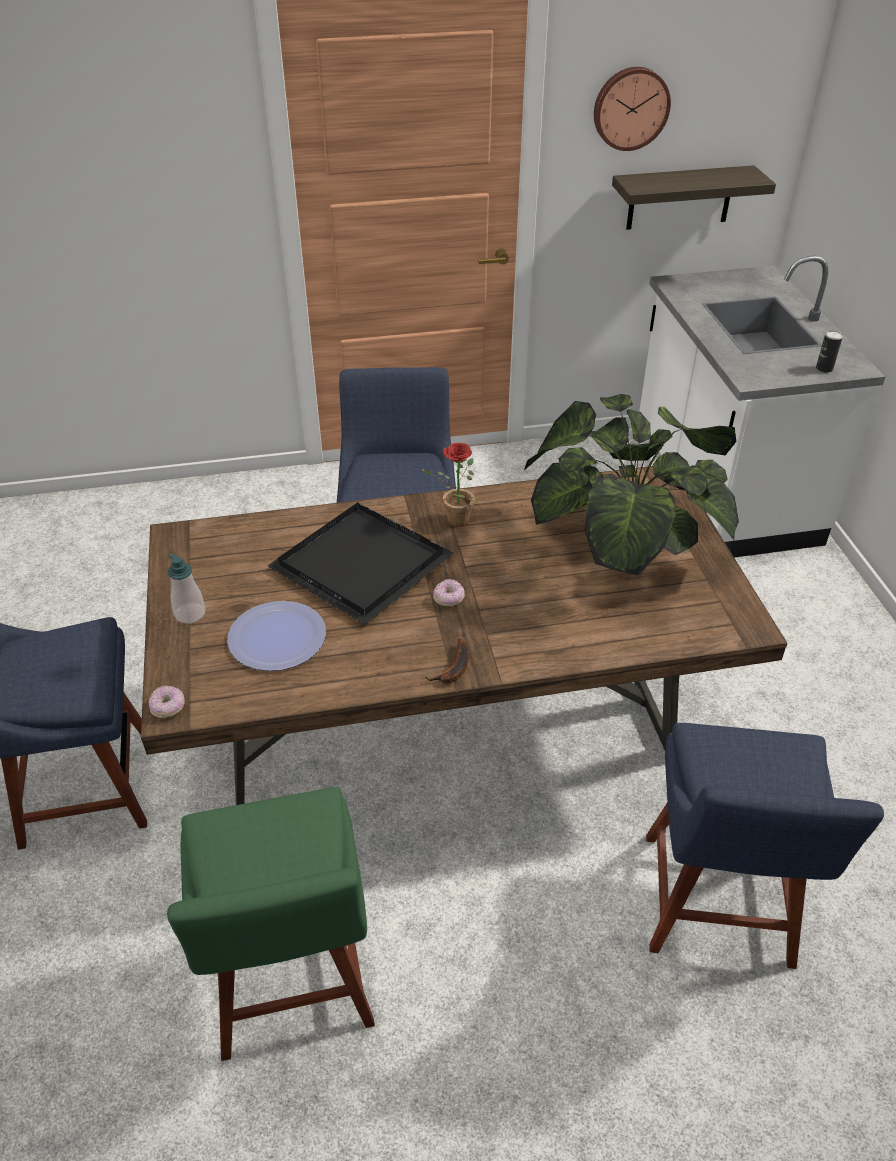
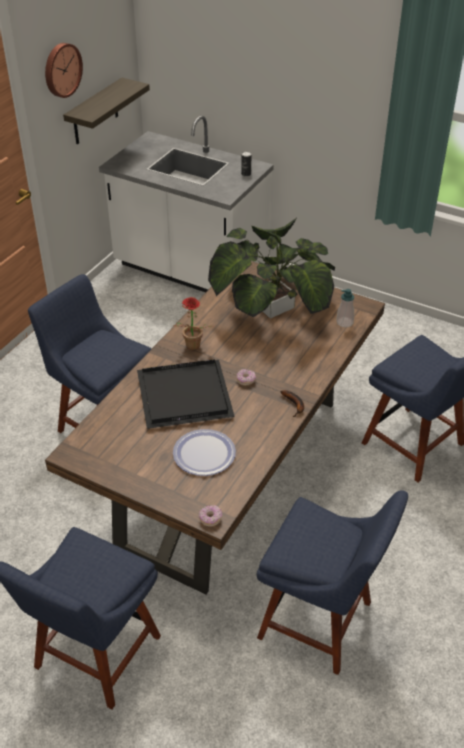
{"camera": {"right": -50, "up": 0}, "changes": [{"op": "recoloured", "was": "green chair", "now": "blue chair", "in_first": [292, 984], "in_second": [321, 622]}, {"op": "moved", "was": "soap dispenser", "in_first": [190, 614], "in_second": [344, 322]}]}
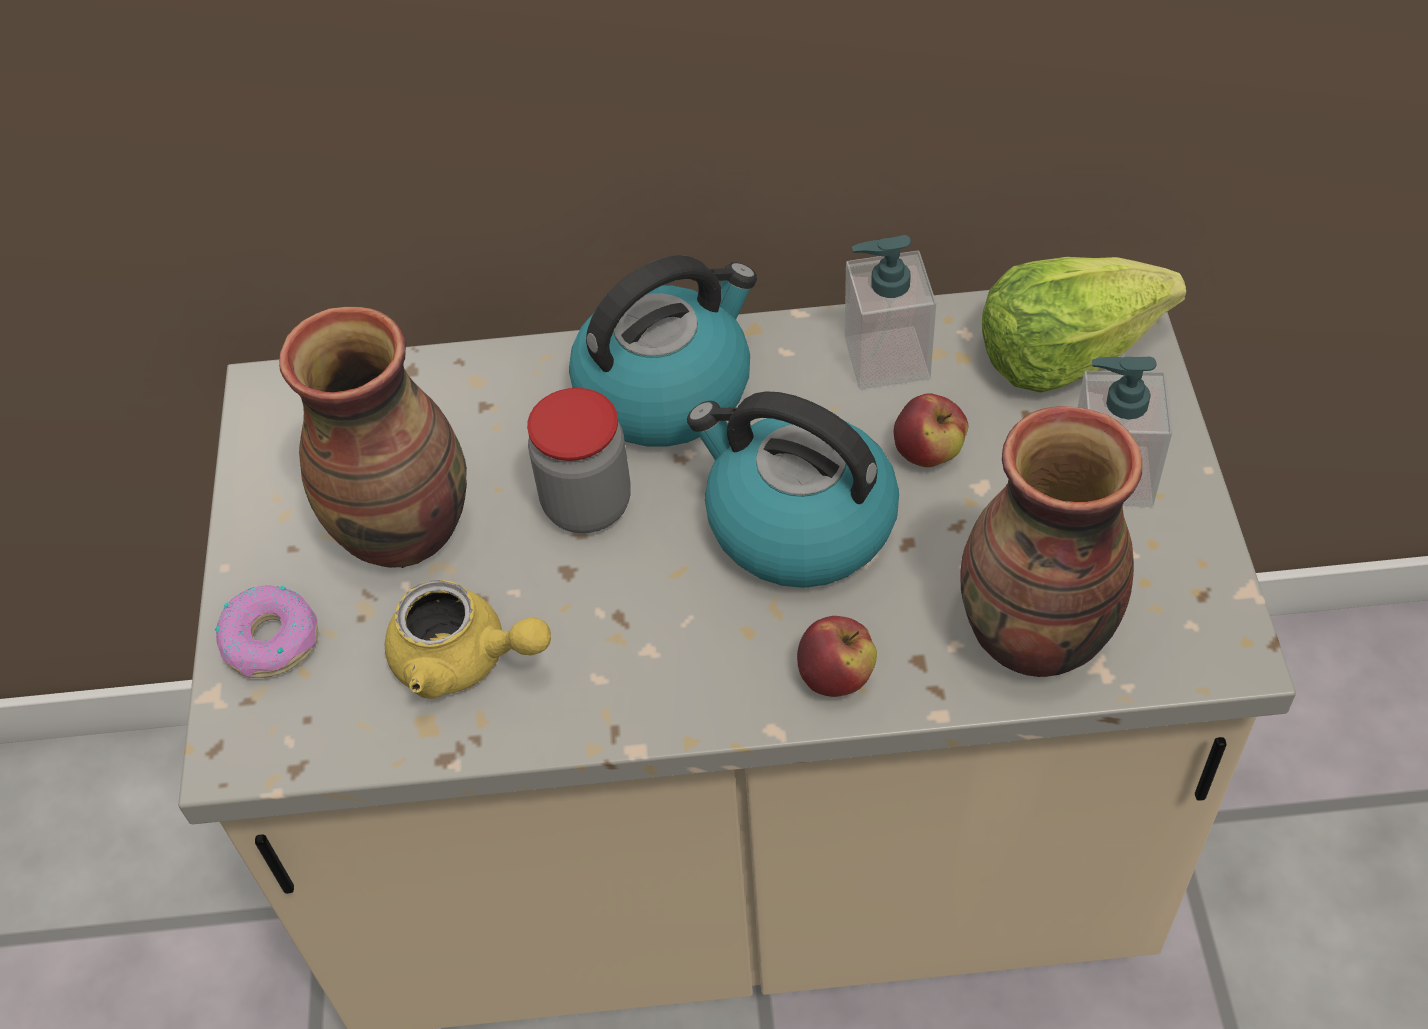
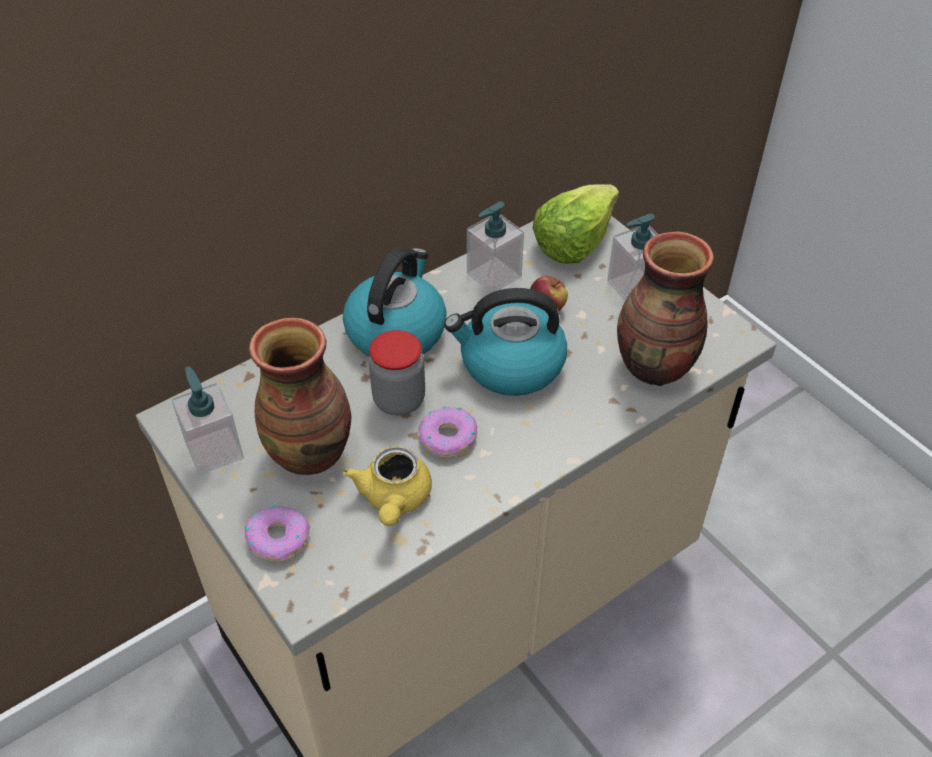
{"camera": {"right": -35, "up": -5}, "changes": [{"op": "added", "now": "soap dispenser", "in_second": [214, 450]}, {"op": "turned", "was": "yellow teapot", "in_first": [464, 660], "in_second": [394, 499], "clockwise": 105}, {"op": "added", "now": "donut", "in_second": [448, 438]}, {"op": "removed", "was": "apple", "in_first": [836, 677]}]}
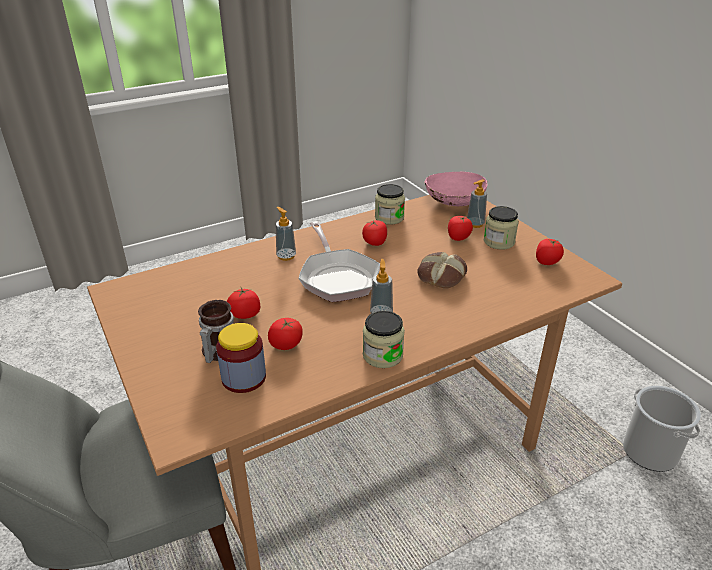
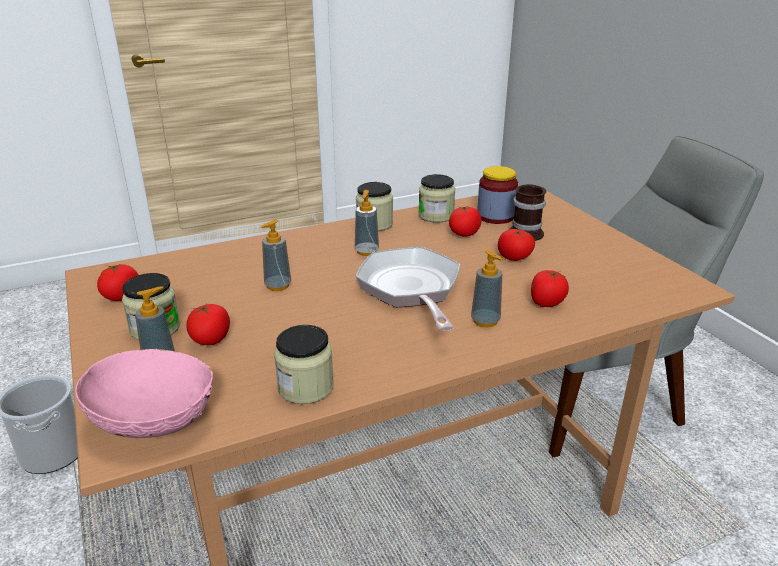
{"camera": {"right": -175, "up": -5}, "changes": [{"op": "replaced", "was": "bread", "now": "soap dispenser", "in_first": [440, 275], "in_second": [278, 286]}, {"op": "added", "now": "jar", "in_second": [436, 215]}, {"op": "moved", "was": "tomato", "in_first": [375, 243], "in_second": [546, 302]}]}
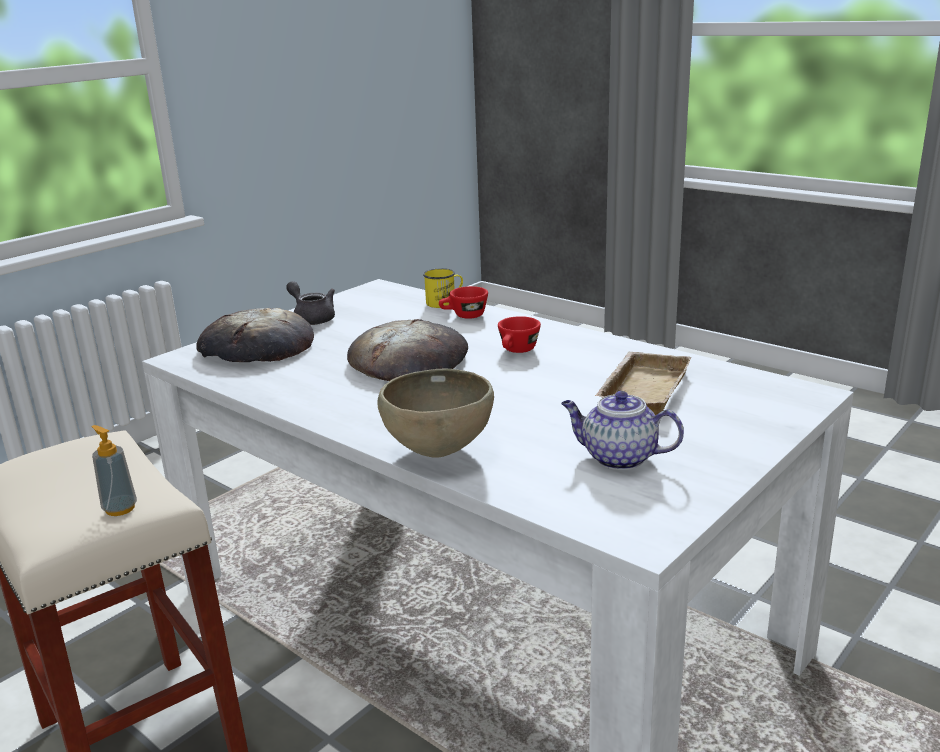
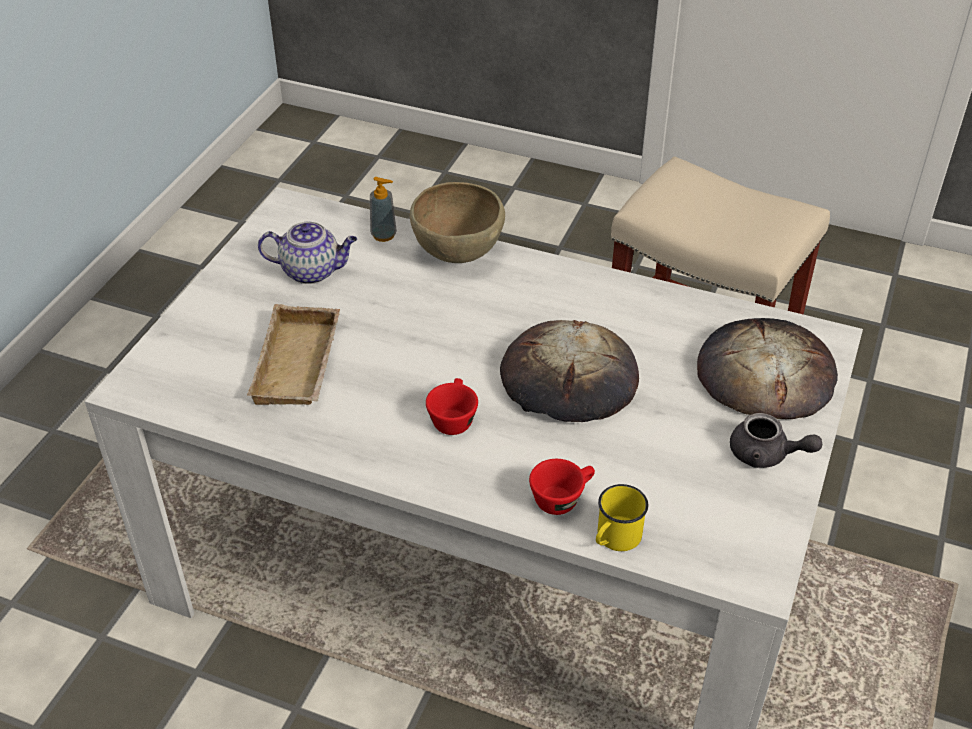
{"camera": {"right": 160, "up": 20}, "changes": [{"op": "moved", "was": "soap dispenser", "in_first": [120, 508], "in_second": [383, 235]}]}
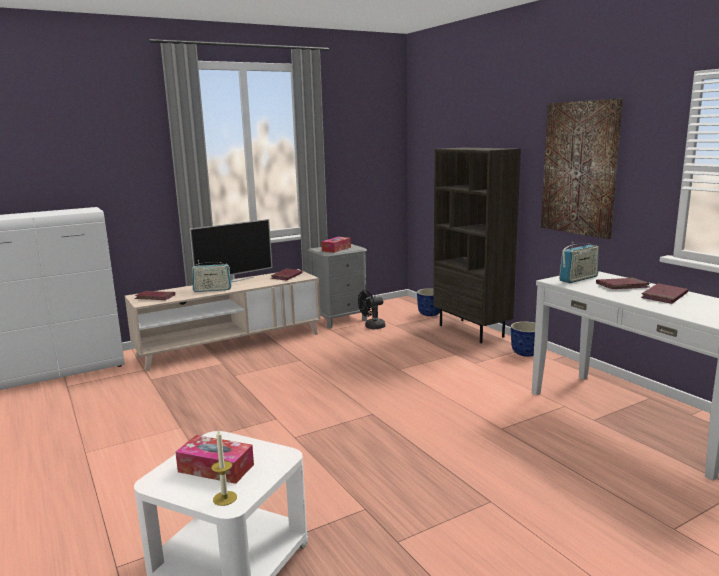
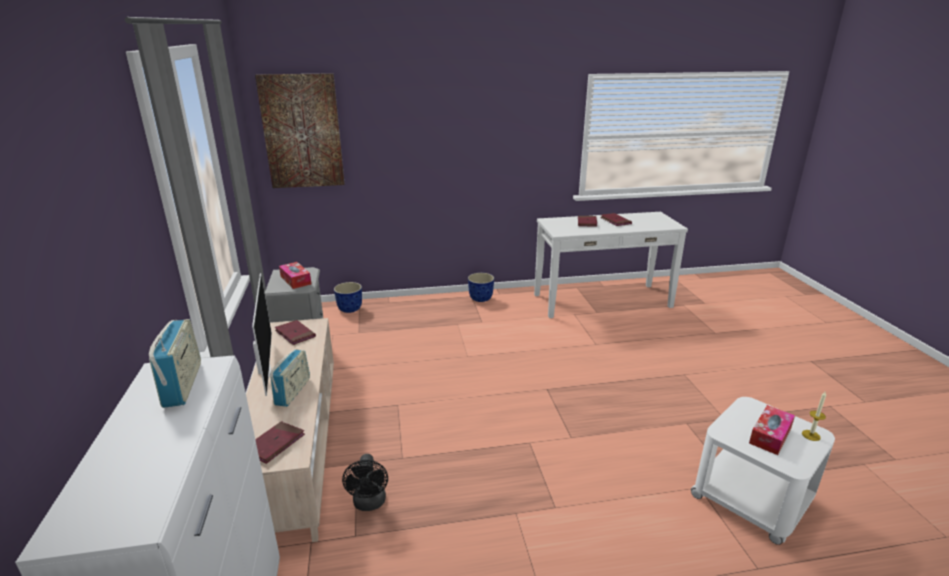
{"camera": {"right": -70, "up": 10}, "changes": [{"op": "moved", "was": "radio", "in_first": [578, 279], "in_second": [183, 384]}, {"op": "moved", "was": "picture", "in_first": [580, 168], "in_second": [302, 132]}, {"op": "moved", "was": "black fan", "in_first": [372, 327], "in_second": [369, 504]}, {"op": "removed", "was": "brown bookcase", "in_first": [472, 331]}]}
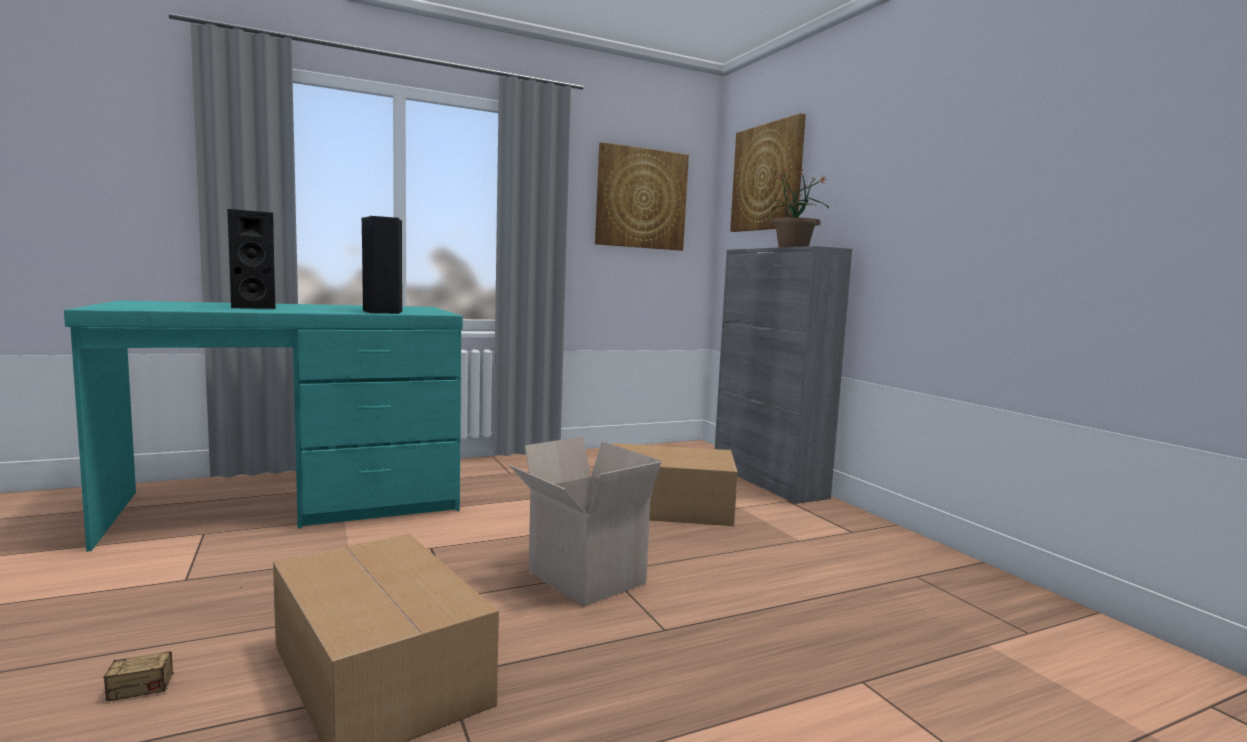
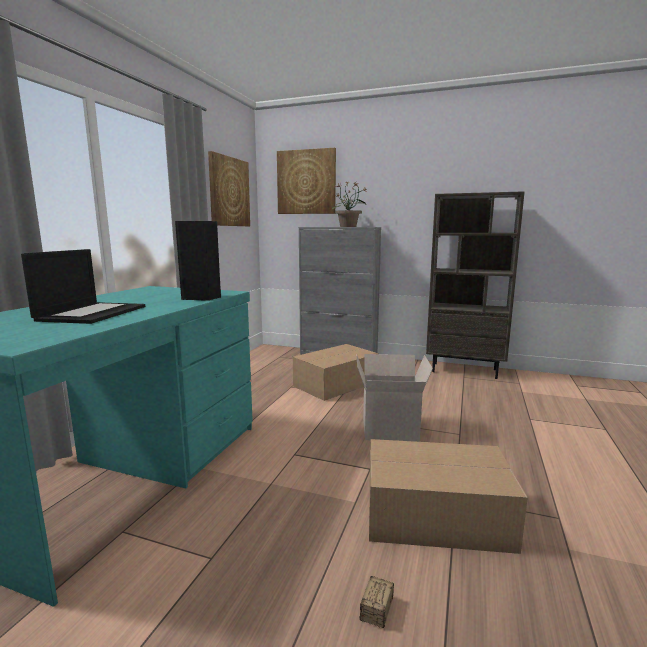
{"camera": {"right": -45, "up": 5}, "changes": [{"op": "replaced", "was": "black speaker", "now": "laptop", "in_first": [252, 307], "in_second": [92, 313]}, {"op": "added", "now": "brown bookcase", "in_second": [465, 370]}]}
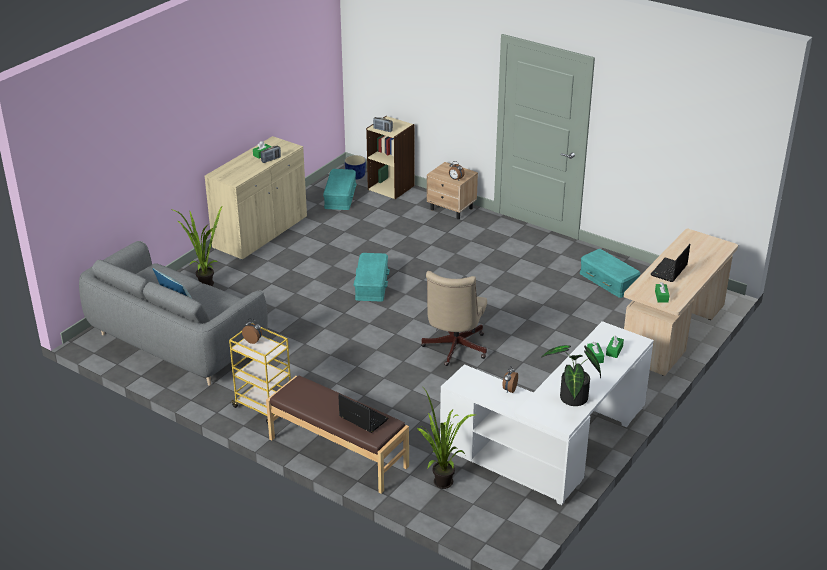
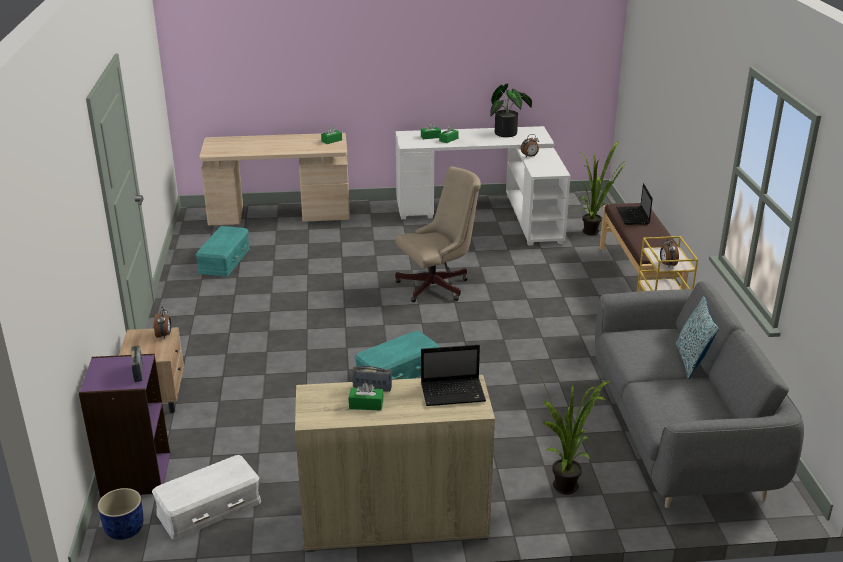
{"camera": {"right": -130, "up": -5}, "changes": [{"op": "recoloured", "was": "beige bookcase", "now": "purple bookcase", "in_first": [391, 187], "in_second": [135, 474]}, {"op": "recoloured", "was": "turquoise storage box", "now": "white storage box", "in_first": [340, 196], "in_second": [209, 507]}, {"op": "moved", "was": "laptop", "in_first": [669, 271], "in_second": [454, 393]}]}
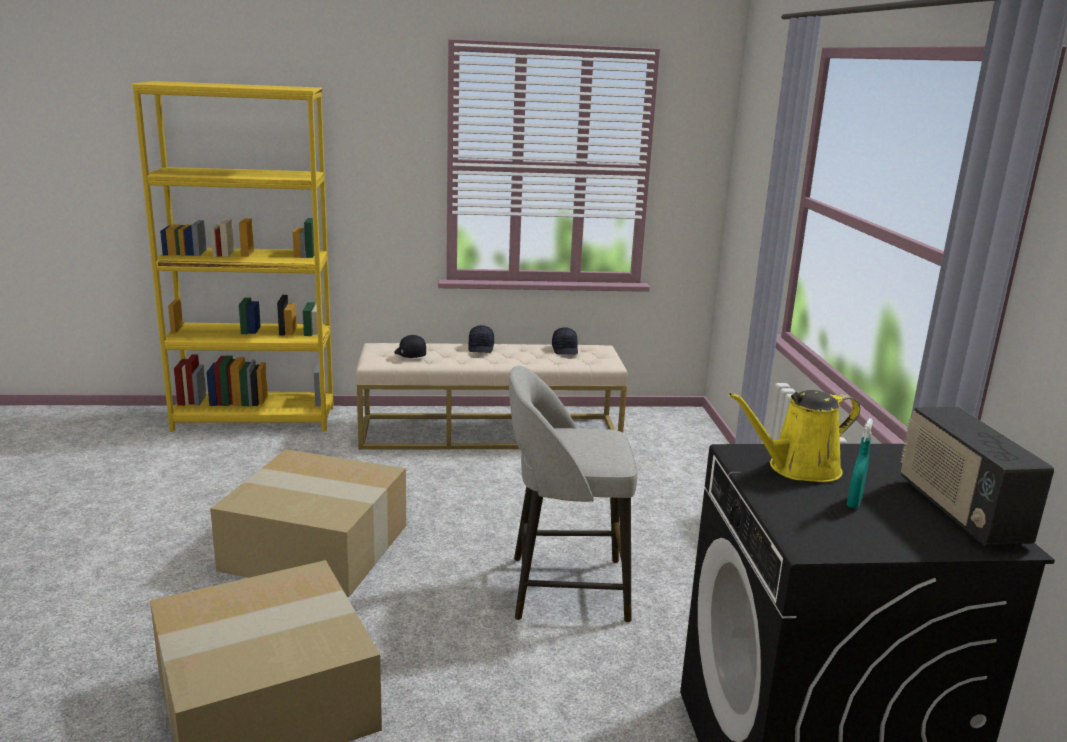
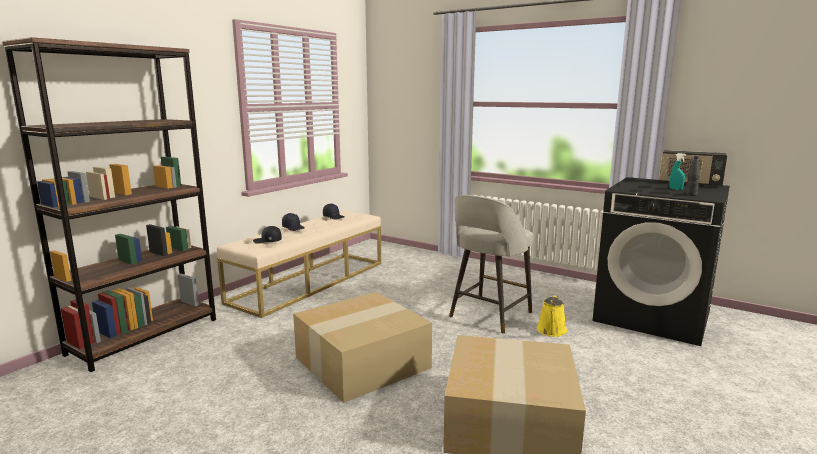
{"camera": {"right": -50, "up": -5}, "changes": [{"op": "recoloured", "was": "yellow bookcase", "now": "brown bookcase", "in_first": [255, 419], "in_second": [145, 336]}, {"op": "moved", "was": "yellow watering can", "in_first": [798, 469], "in_second": [551, 331]}, {"op": "added", "now": "black bottle", "in_second": [691, 195]}]}
